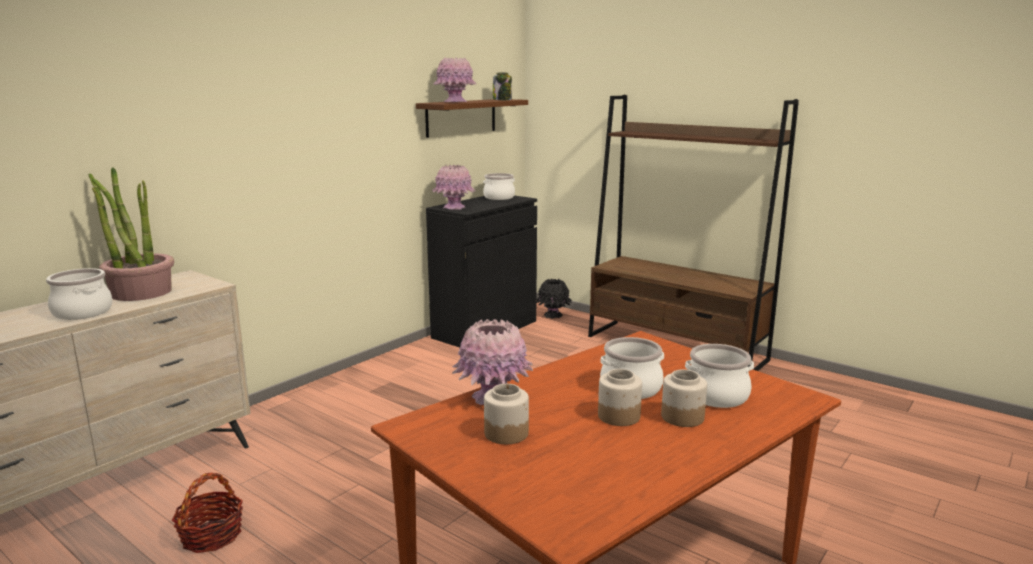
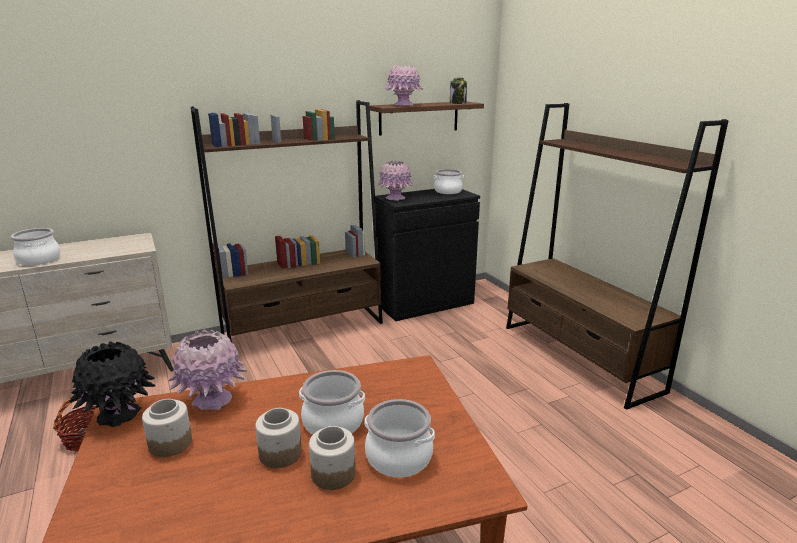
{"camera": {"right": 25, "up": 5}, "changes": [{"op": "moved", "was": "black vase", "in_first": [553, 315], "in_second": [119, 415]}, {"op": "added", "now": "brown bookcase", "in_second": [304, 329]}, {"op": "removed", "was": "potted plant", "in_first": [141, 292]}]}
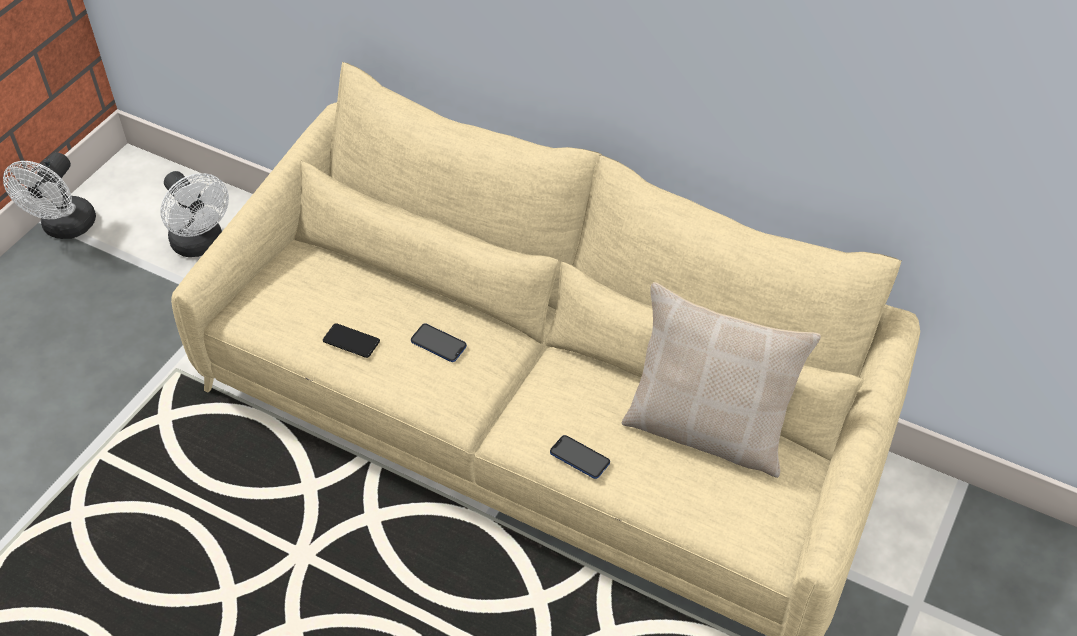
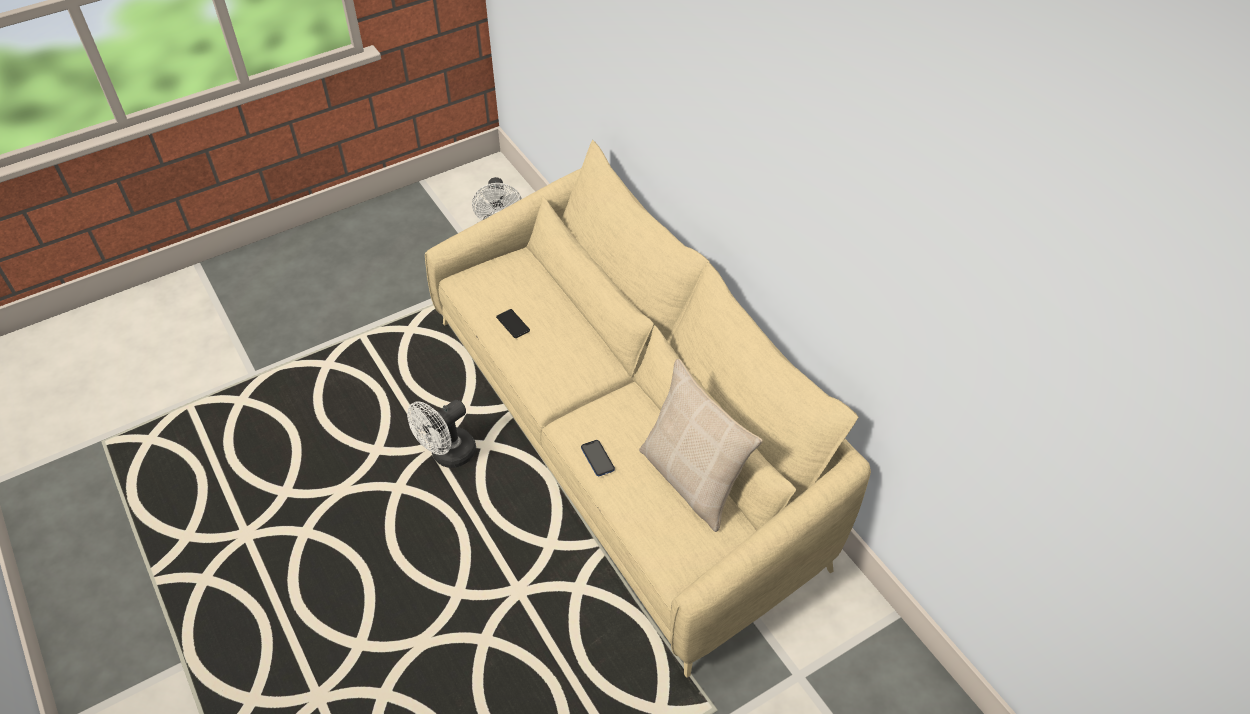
{"camera": {"right": 30, "up": 0}, "changes": [{"op": "moved", "was": "white fan", "in_first": [65, 228], "in_second": [447, 455]}, {"op": "removed", "was": "phone", "in_first": [438, 344]}]}
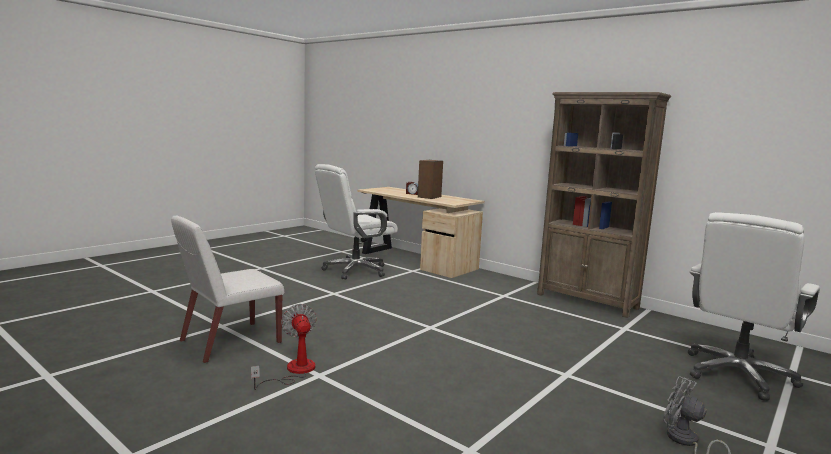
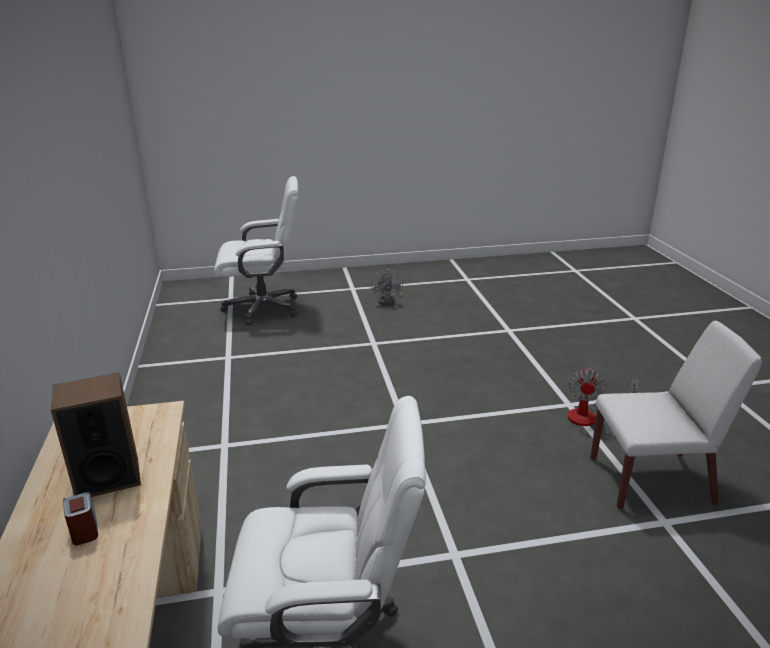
{"camera": {"right": -140, "up": 15}, "changes": [{"op": "removed", "was": "brown bookcase", "in_first": [587, 301]}]}
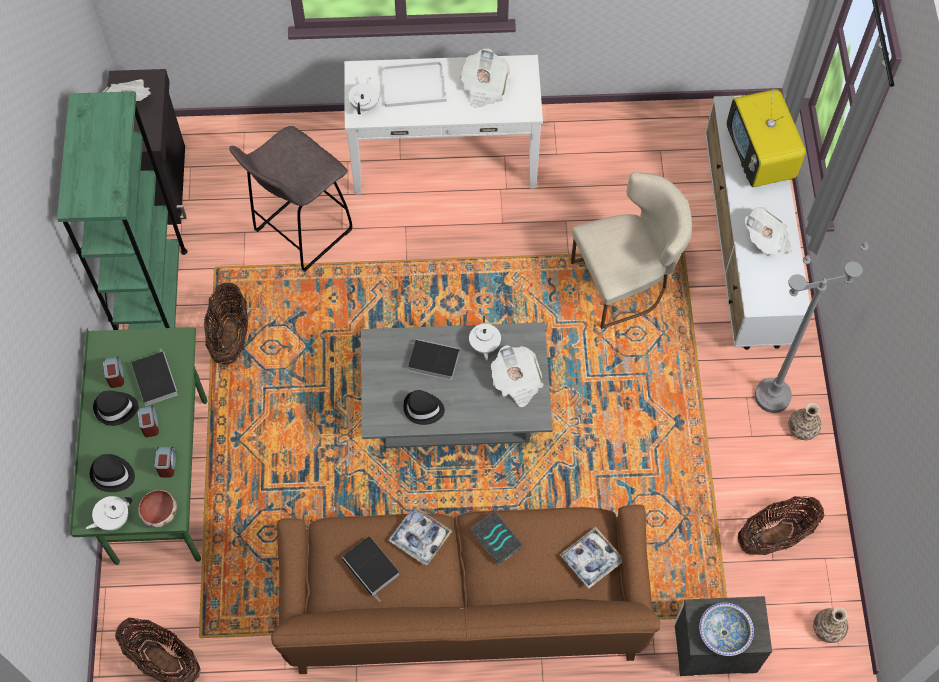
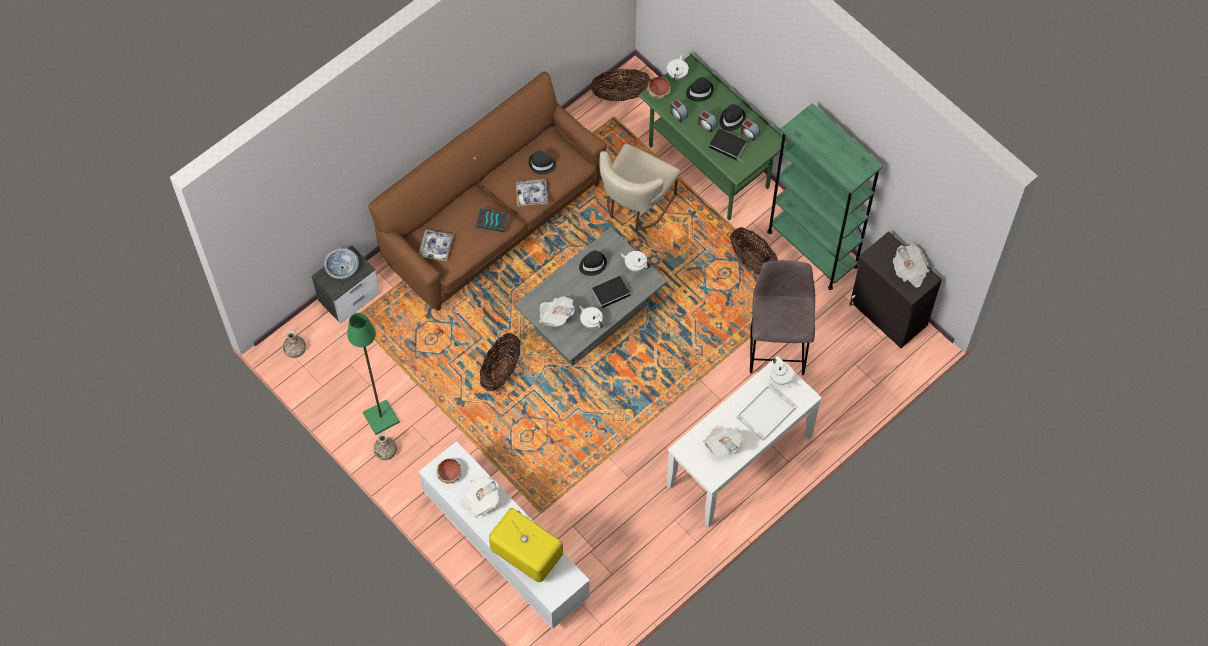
{"camera": {"right": 140, "up": 0}, "changes": [{"op": "added", "now": "green floor lamp", "in_second": [380, 417]}, {"op": "added", "now": "bowl", "in_second": [449, 473]}, {"op": "moved", "was": "basket", "in_first": [775, 535], "in_second": [501, 371]}, {"op": "replaced", "was": "book", "now": "black hat", "in_first": [372, 568], "in_second": [542, 164]}, {"op": "moved", "was": "beige chair", "in_first": [626, 282], "in_second": [635, 206]}, {"op": "added", "now": "white teapot", "in_second": [635, 265]}, {"op": "removed", "was": "grey floor lamp", "in_first": [772, 396]}]}
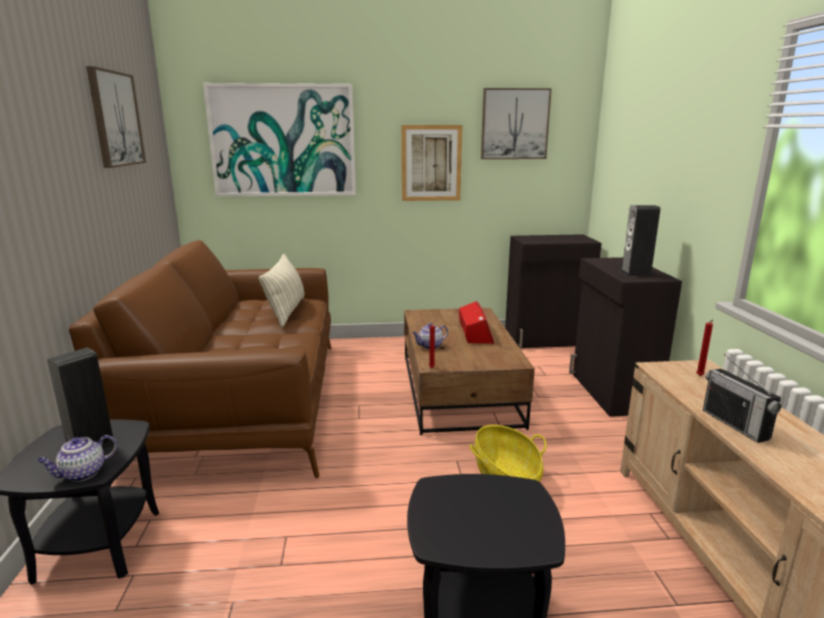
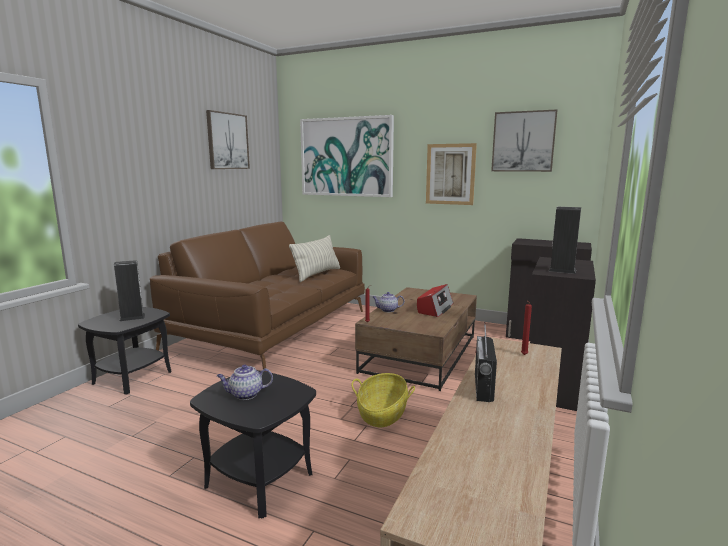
{"camera": {"right": 30, "up": -5}, "changes": [{"op": "moved", "was": "teapot", "in_first": [82, 474], "in_second": [245, 395]}]}
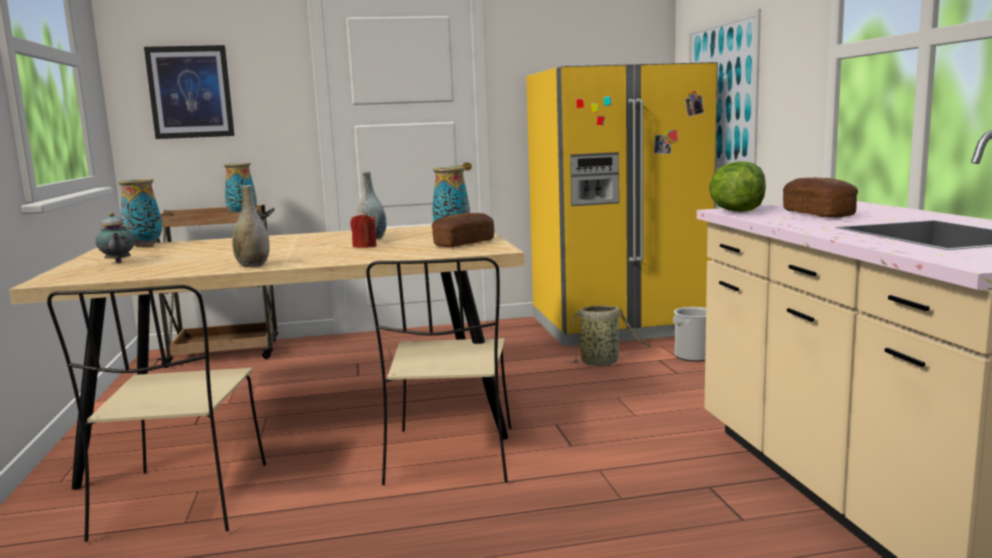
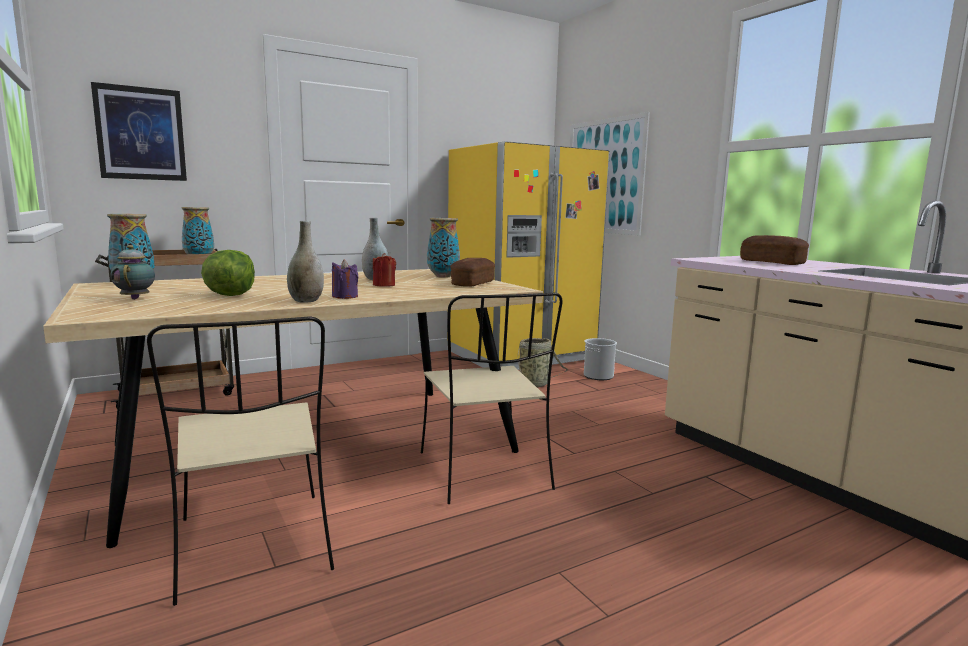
{"camera": {"right": -20, "up": 0}, "changes": [{"op": "turned", "was": "teapot", "in_first": [118, 262], "in_second": [136, 298], "clockwise": -150}, {"op": "moved", "was": "lettuce", "in_first": [736, 211], "in_second": [230, 295]}, {"op": "added", "now": "purple candle", "in_second": [345, 296]}]}
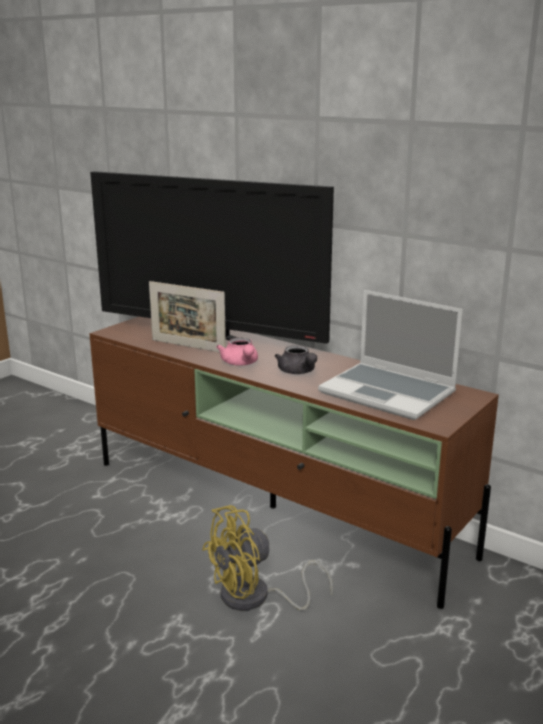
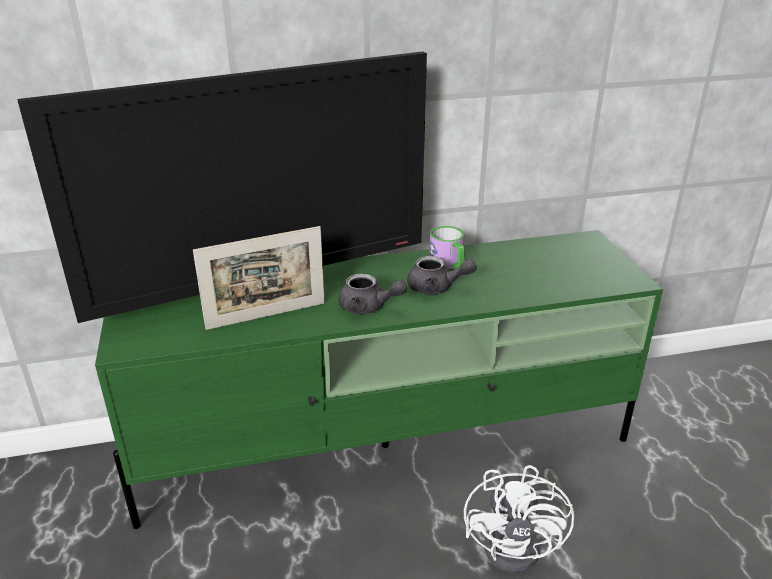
{"camera": {"right": -50, "up": 10}, "changes": [{"op": "recoloured", "was": "brown tv stand", "now": "green tv stand", "in_first": [274, 508], "in_second": [388, 445]}, {"op": "recoloured", "was": "pink teapot", "now": "grey teapot", "in_first": [240, 363], "in_second": [368, 307]}, {"op": "added", "now": "mug", "in_second": [449, 265]}, {"op": "recoloured", "was": "yellow fan", "now": "white fan", "in_first": [255, 598], "in_second": [521, 545]}, {"op": "removed", "was": "laptop", "in_first": [389, 393]}]}
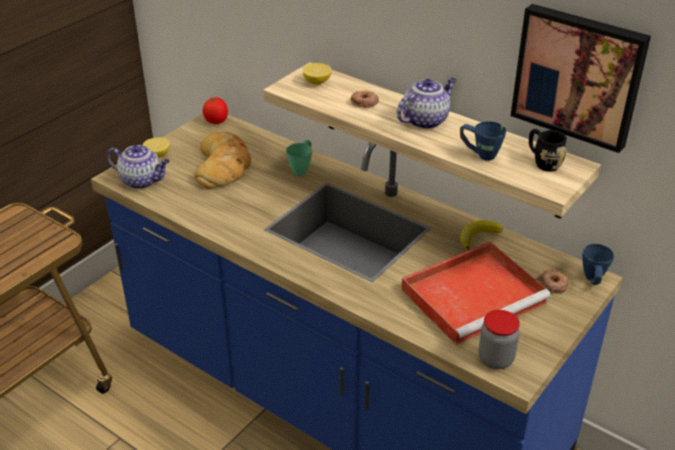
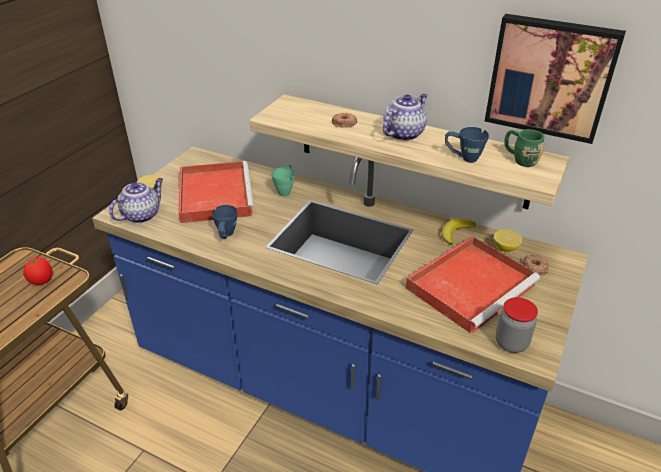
{"camera": {"right": -10, "up": 0}, "changes": [{"op": "moved", "was": "tomato", "in_first": [216, 121], "in_second": [42, 280]}, {"op": "turned", "was": "teapot", "in_first": [142, 181], "in_second": [142, 215], "clockwise": -60}, {"op": "replaced", "was": "bread", "now": "red tray", "in_first": [223, 165], "in_second": [214, 194]}, {"op": "moved", "was": "blue mug", "in_first": [593, 281], "in_second": [226, 236]}, {"op": "moved", "was": "lemon", "in_first": [317, 82], "in_second": [505, 248]}, {"op": "recoloured", "was": "black mug", "now": "green mug", "in_first": [543, 161], "in_second": [520, 159]}]}
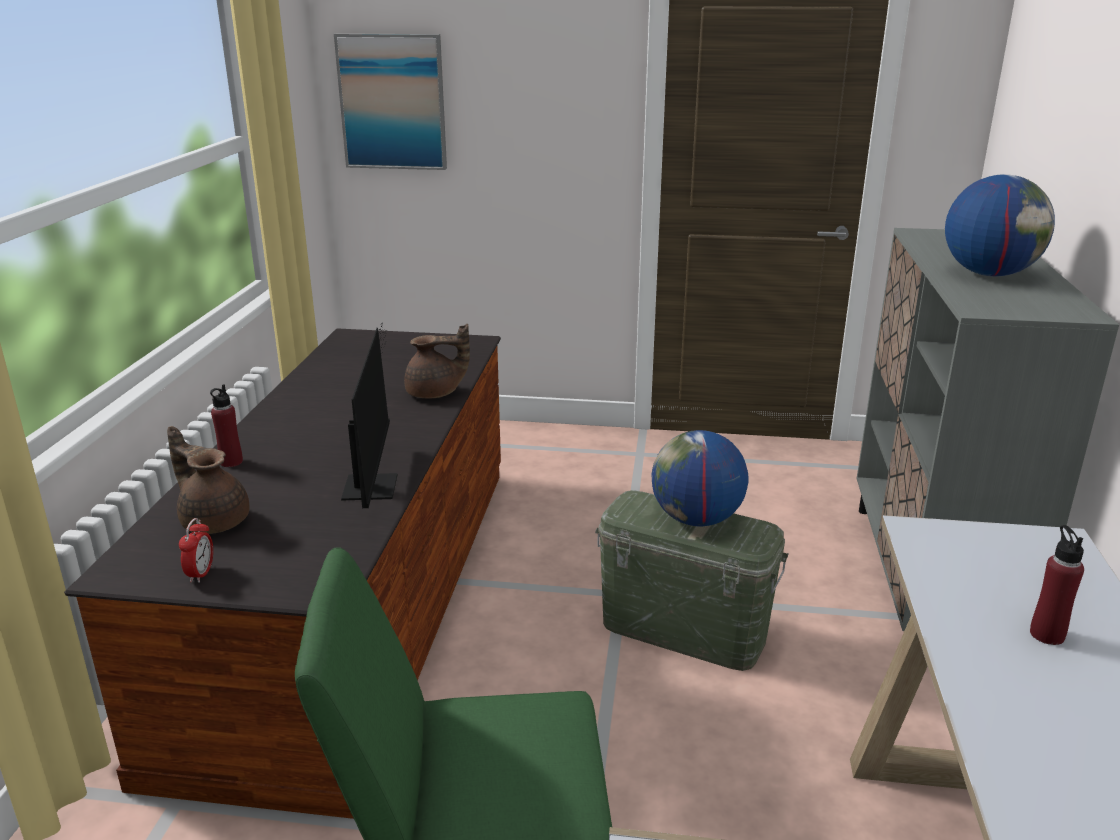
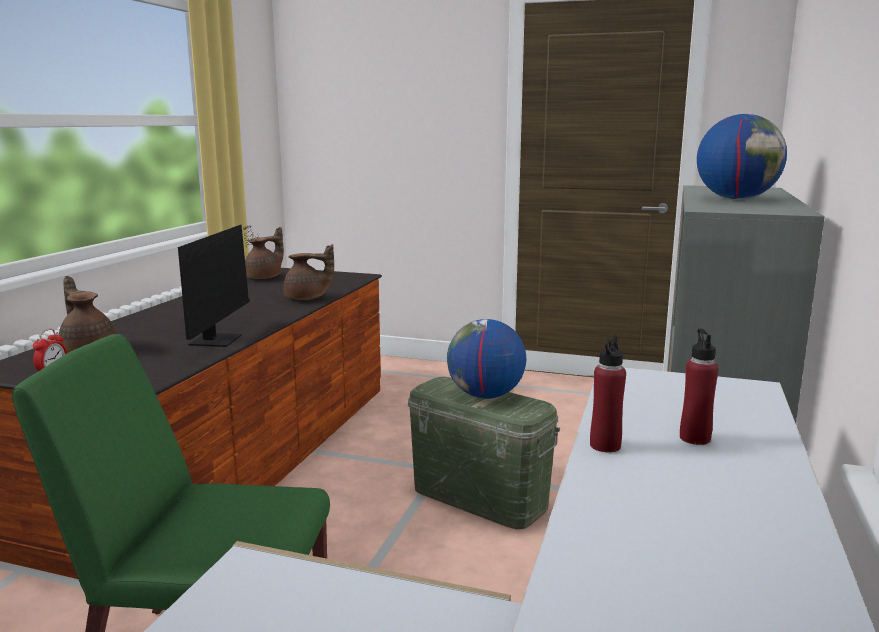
{"camera": {"right": 10, "up": -10}, "changes": [{"op": "added", "now": "brown teapot", "in_second": [265, 277]}, {"op": "moved", "was": "red bottle", "in_first": [231, 462], "in_second": [605, 445]}, {"op": "removed", "was": "picture", "in_first": [392, 102]}]}
